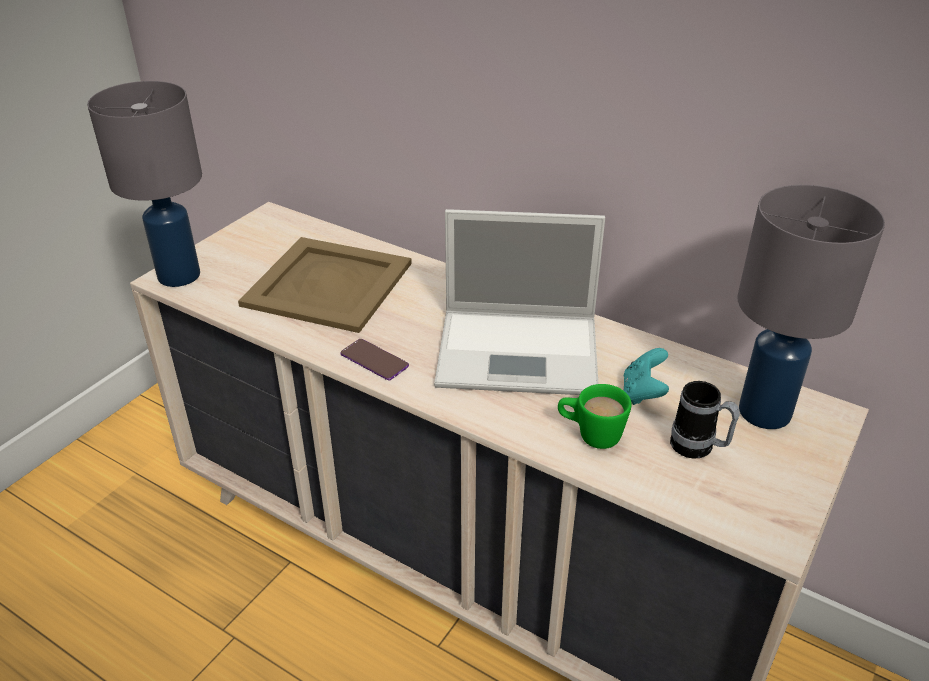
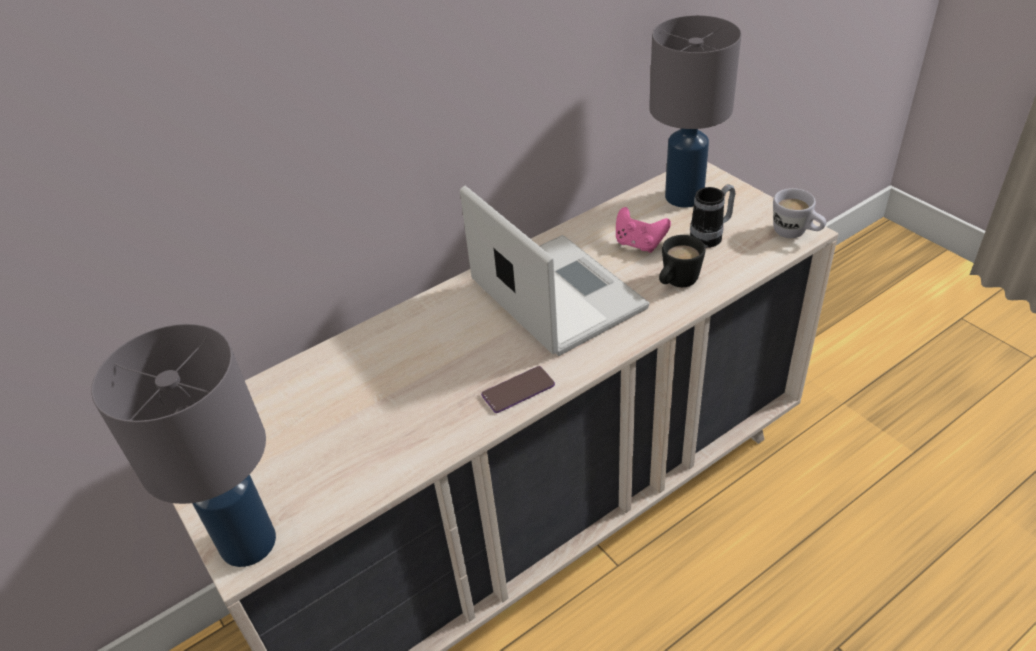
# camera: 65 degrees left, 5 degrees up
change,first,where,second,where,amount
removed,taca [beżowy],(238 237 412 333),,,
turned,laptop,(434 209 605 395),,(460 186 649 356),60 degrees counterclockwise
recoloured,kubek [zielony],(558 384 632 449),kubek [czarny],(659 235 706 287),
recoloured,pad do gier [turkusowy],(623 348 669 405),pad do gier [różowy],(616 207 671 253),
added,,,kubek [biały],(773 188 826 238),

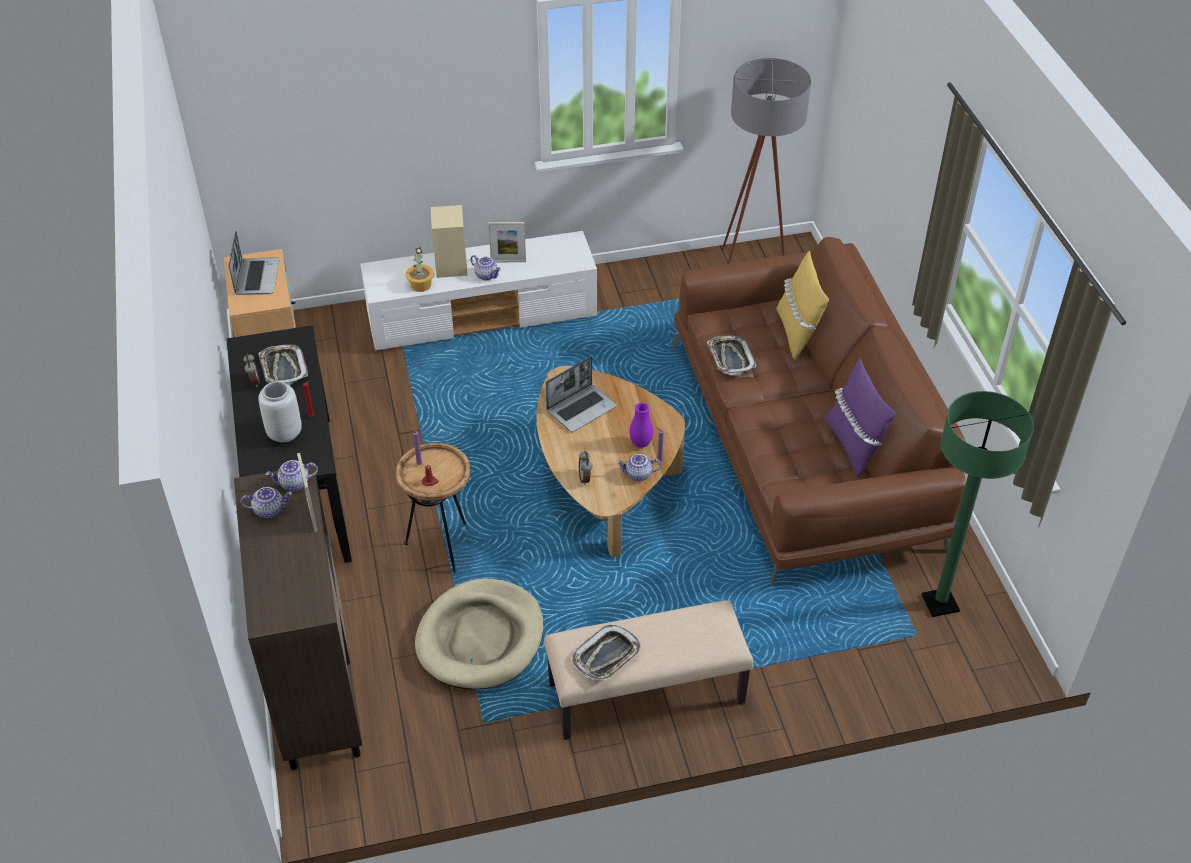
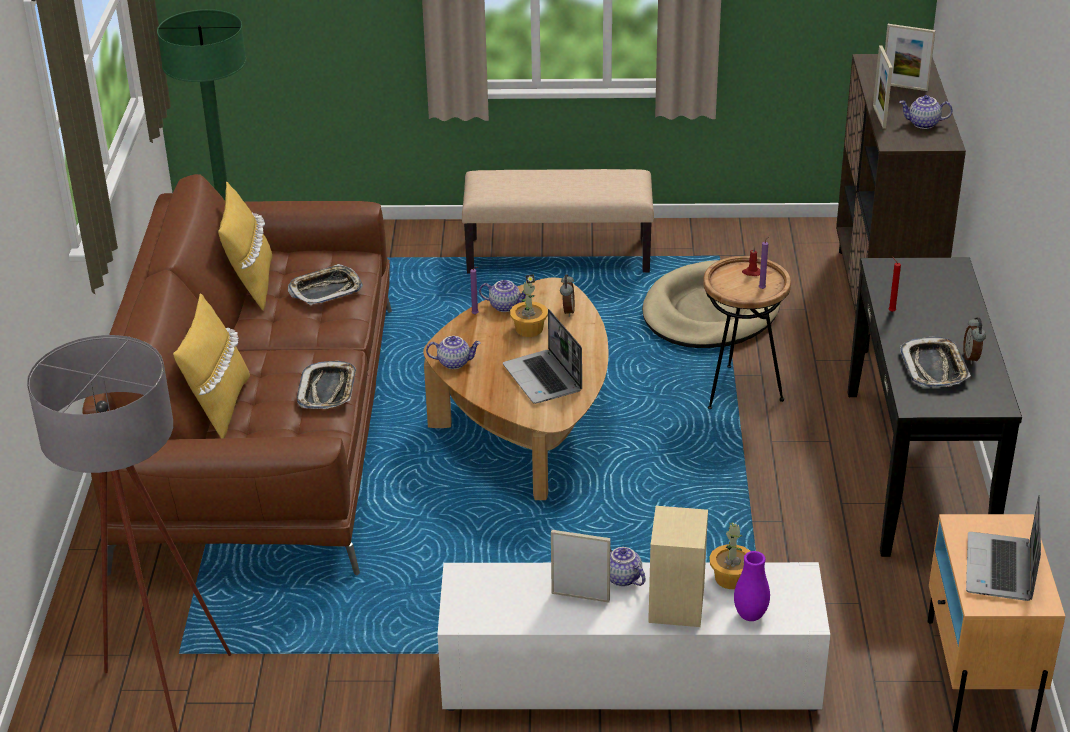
# camera: 165 degrees left, 10 degrees down
change,first,where,second,where,amount
removed,wazon [szary],(258 381 302 443),,,
moved,imbryk,(266 460 318 491),,(426 336 481 369),
turned,laptop,(546 356 617 432),,(503 309 582 404),90 degrees counterclockwise
moved,taca,(572 624 641 680),,(288 264 363 306),
moved,wazon [fioletowy],(629 402 653 448),,(734 551 770 621),
recoloured,poduszka [fioletowy],(824 358 896 478),poduszka [żółty],(218 182 272 311),
added,,,roślina doniczkowa,(510 275 548 337),
added,,,ramka na zdjęcie,(885 24 936 91),

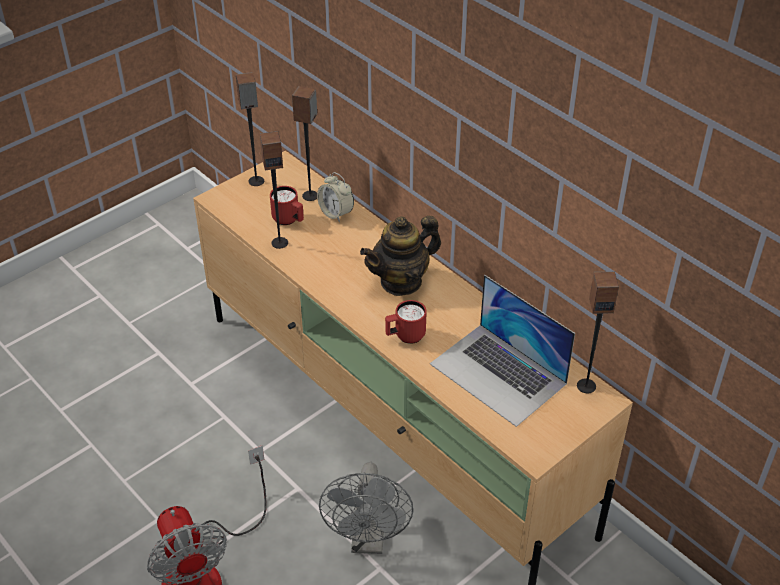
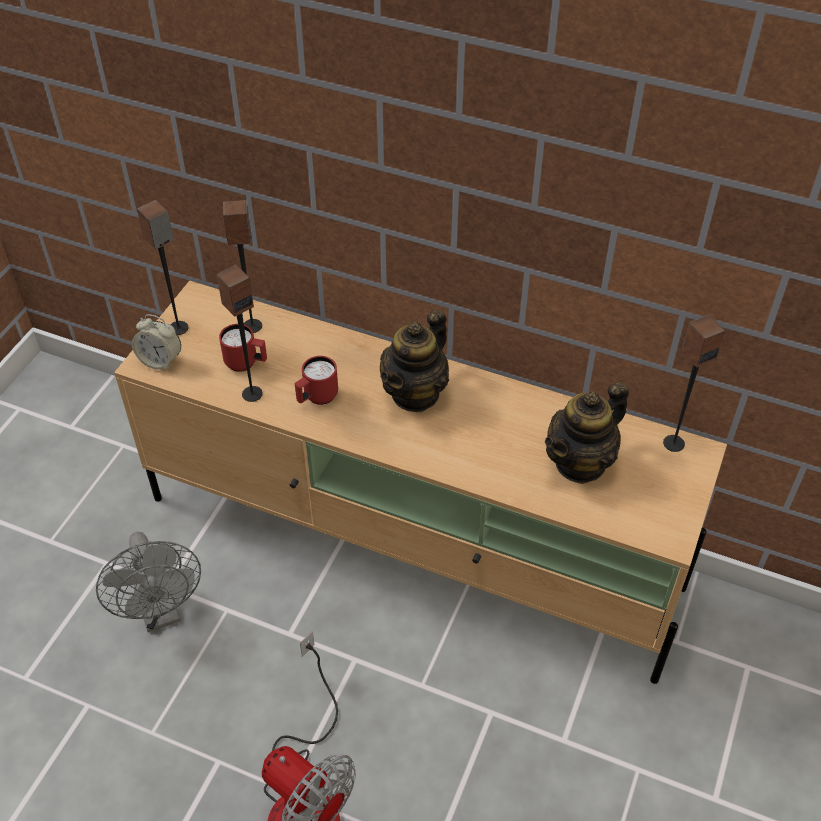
# camera: 25 degrees left, 5 degrees up
change,first,where,second,where,amount
moved,budzik,(317 172 354 222),,(132 315 181 371),
moved,wentylator [szary],(319 462 414 554),,(96 532 201 632),
moved,kubek [czerwony],(385 300 427 344),,(295 356 338 405),
replaced,laptop,(430 275 575 427),imbryk,(545 382 629 484),

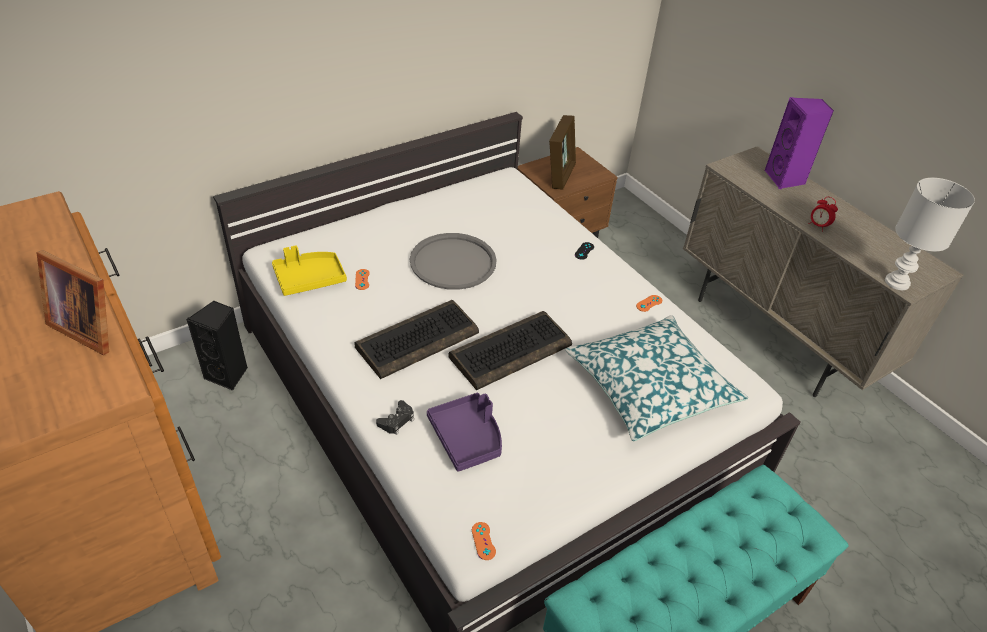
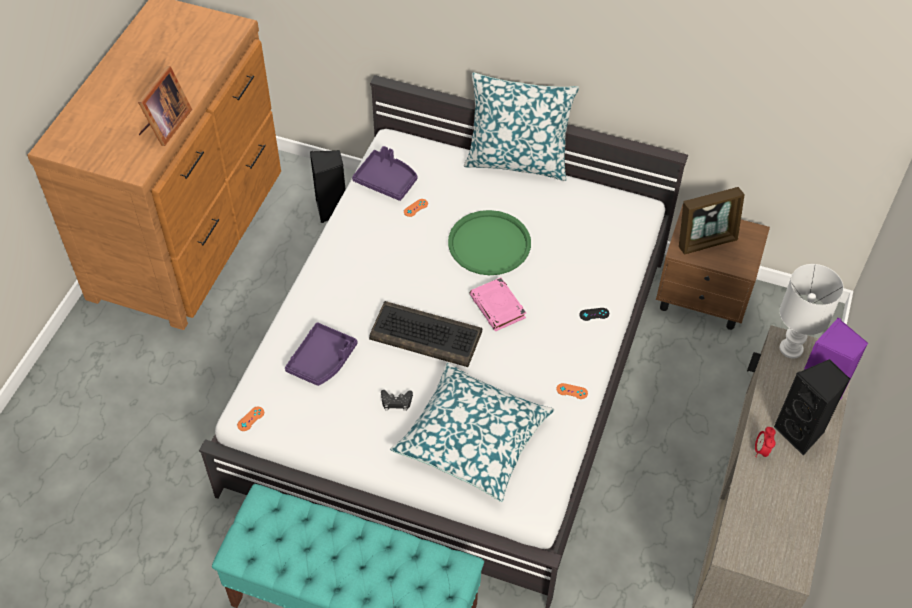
# camera: 55 degrees right, 10 degrees up
change,first,where,second,where,amount
turned,ramka na zdjęcie,(36 250 109 355),,(138 66 192 146),150 degrees counterclockwise
recoloured,taca [żółty],(272 245 347 296),taca [fioletowy],(352 146 417 201),
removed,klawiatura,(354 300 479 379),,,
moved,pad do gier [czarny],(376 400 414 435),,(381 390 413 411),
recoloured,taca [szary],(410 233 497 290),taca [zielony],(448 210 531 275),
moved,lampa stołowa [biały],(885 178 975 290),,(780 264 844 359),
added,,,poduszka,(464 73 579 181),
added,,,książka [różowy],(469 278 526 331),
added,,,głośnik [czarny],(774 359 850 455),

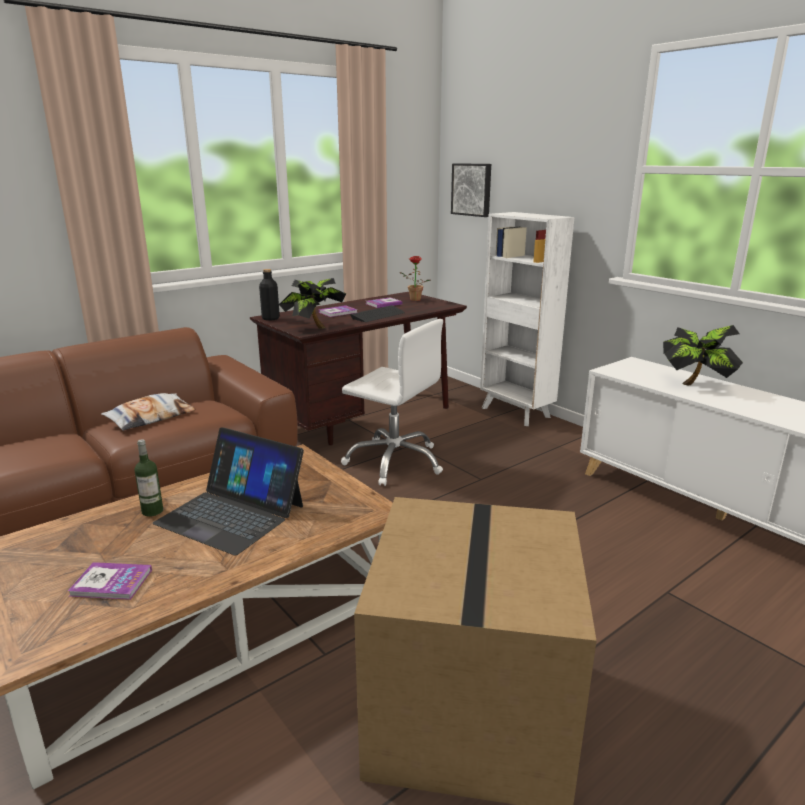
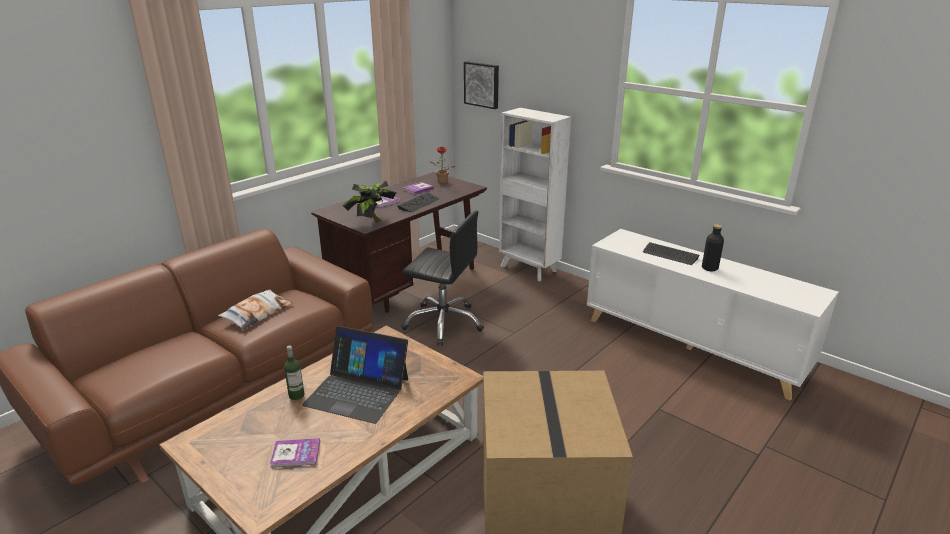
# camera: 10 degrees left, 5 degrees up
change,first,where,second,where,amount
moved,butelka [czarny],(259 269 280 321),,(702 225 724 272),
recoloured,krzesło biurowe [biały],(341 319 443 486),krzesło biurowe [czarny],(401 211 484 346),
replaced,roślina doniczkowa,(663 325 743 386),klawiatura,(643 242 699 265),

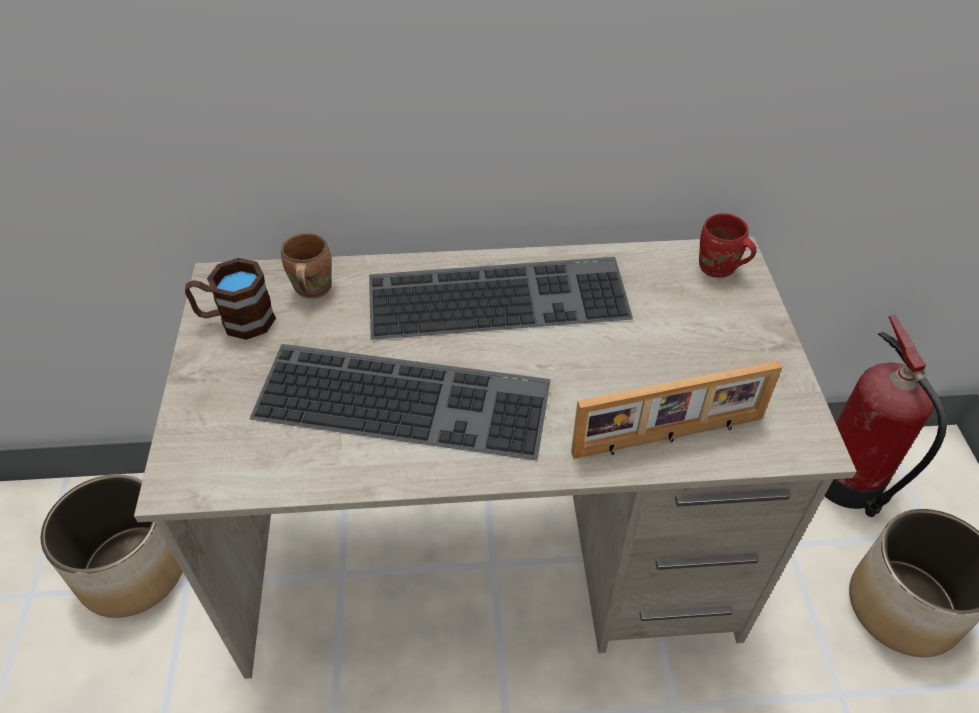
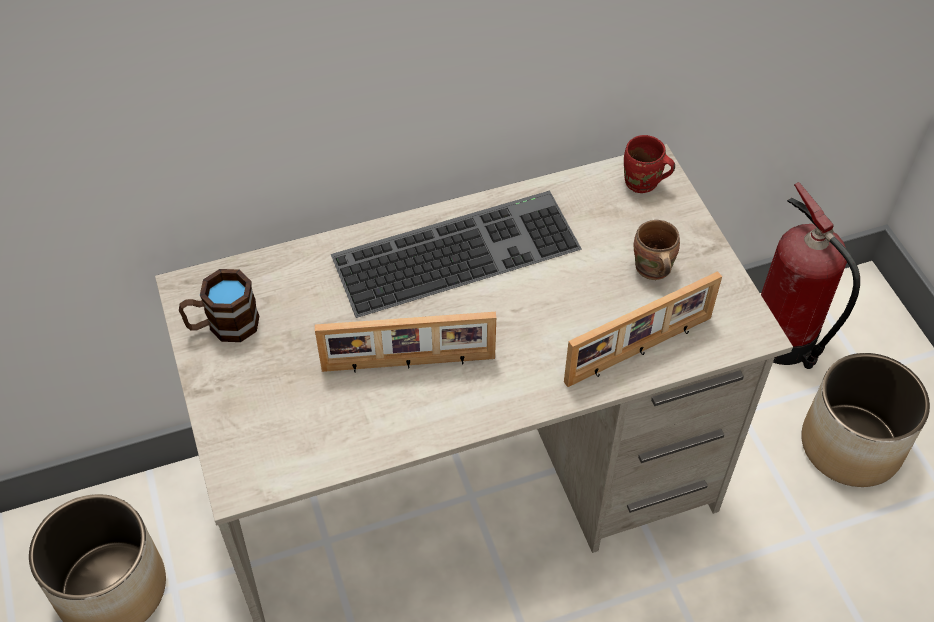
# camera: 15 degrees left, 5 degrees up
change,first,where,second,where,amount
replaced,klawiatura,(249 344 550 460),ramka na zdjęcie,(315 312 496 372),
moved,kubek [brązowy],(281 233 332 299),,(634 220 680 280),

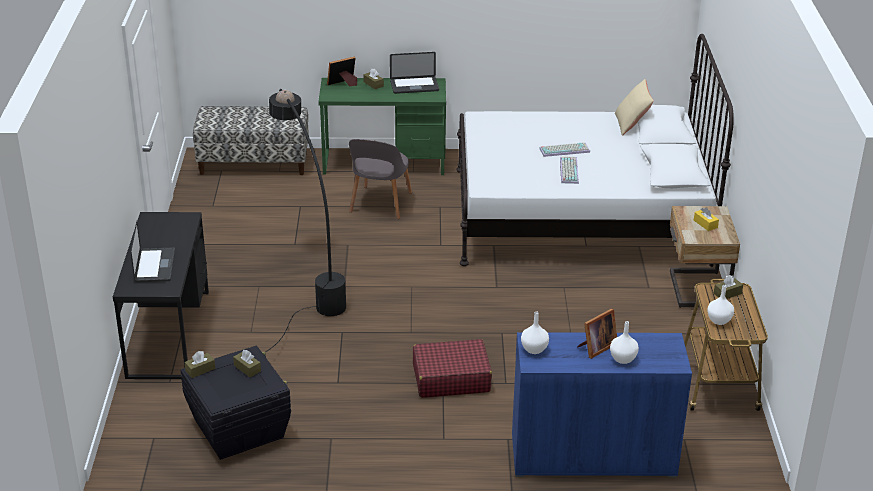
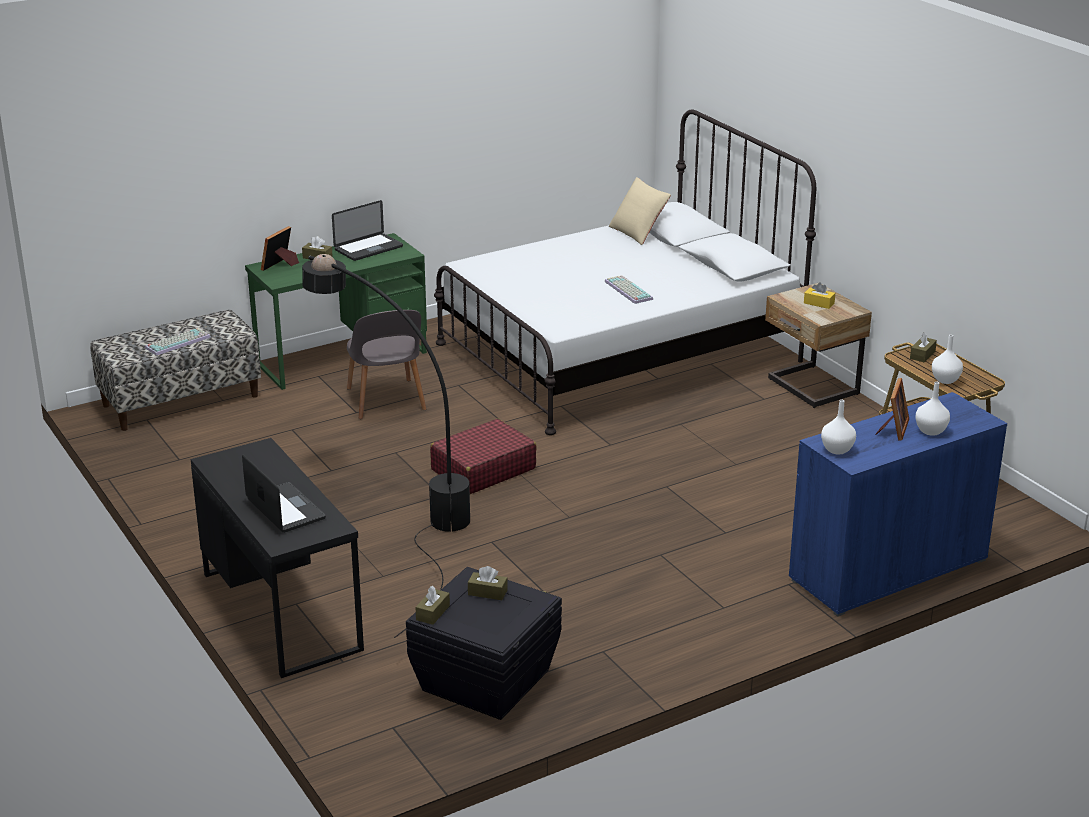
# camera: 30 degrees left, 5 degrees down
change,first,where,second,where,amount
moved,walizka [czerwony],(413 339 492 398),,(430 419 537 494),
moved,klawiatura,(539 142 590 157),,(145 328 211 356),

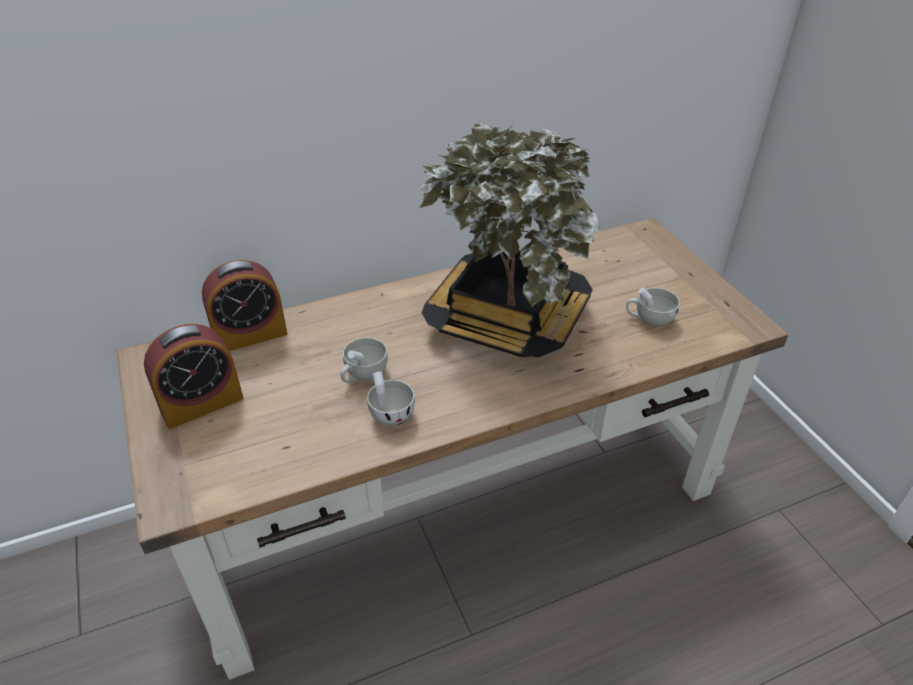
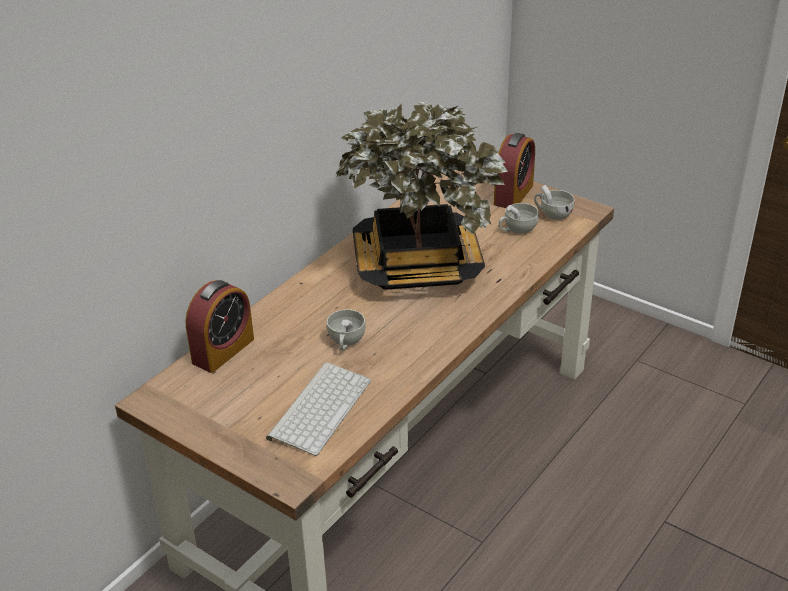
# camera: 30 degrees left, 5 degrees down
change,first,where,second,where,amount
moved,budzik,(144 324 243 429),,(494 133 535 208),
moved,filiżanka [biały],(367 371 415 426),,(534 185 574 220),
added,,,klawiatura,(266 362 371 456),

